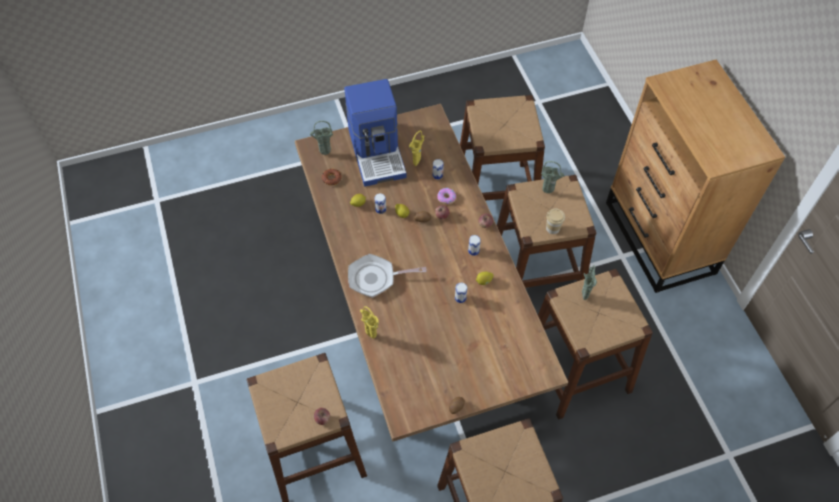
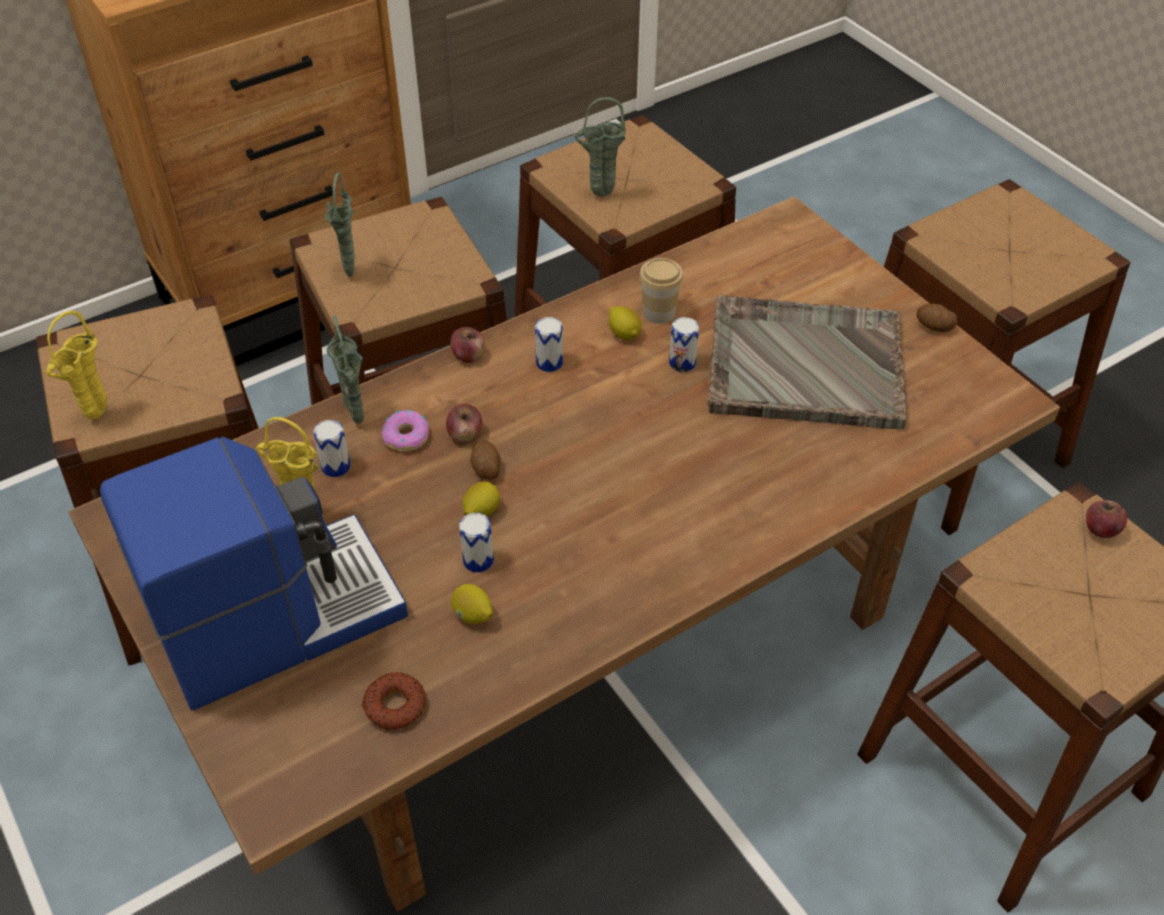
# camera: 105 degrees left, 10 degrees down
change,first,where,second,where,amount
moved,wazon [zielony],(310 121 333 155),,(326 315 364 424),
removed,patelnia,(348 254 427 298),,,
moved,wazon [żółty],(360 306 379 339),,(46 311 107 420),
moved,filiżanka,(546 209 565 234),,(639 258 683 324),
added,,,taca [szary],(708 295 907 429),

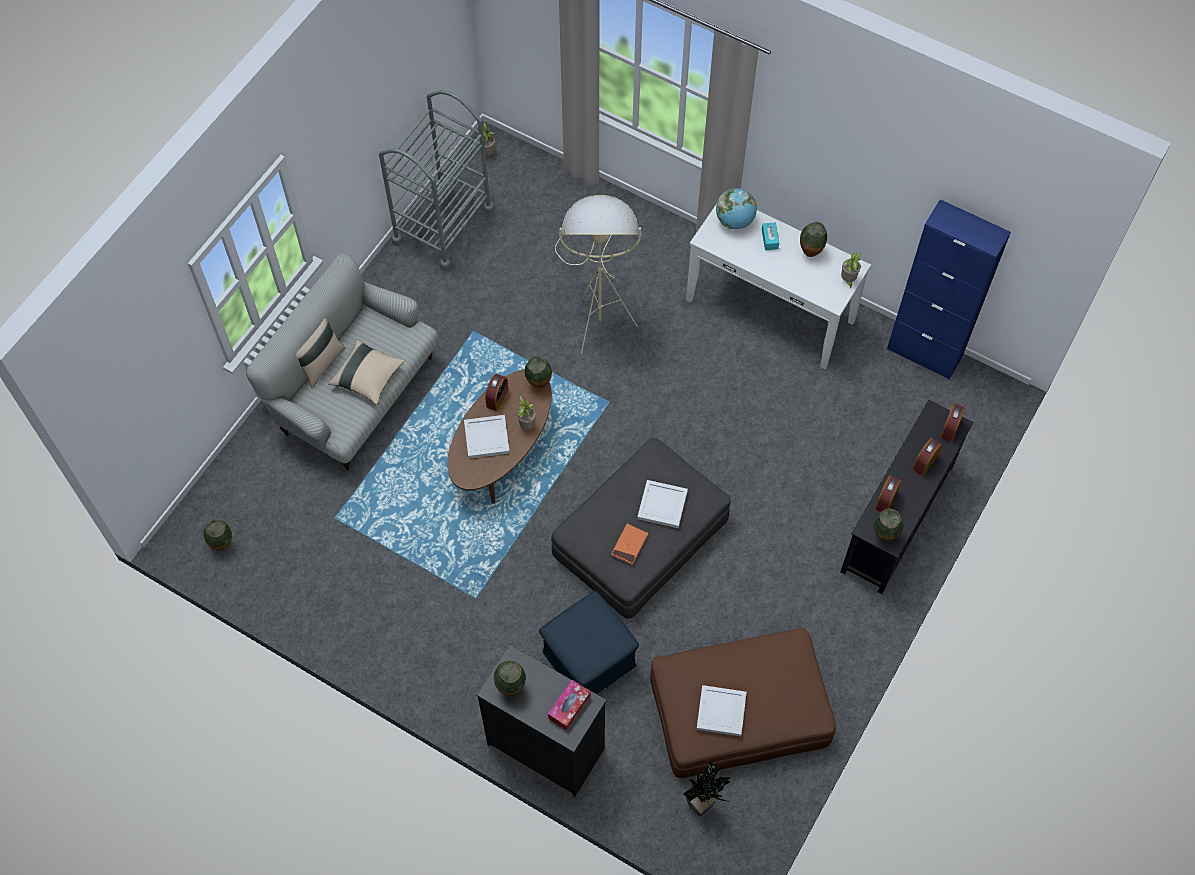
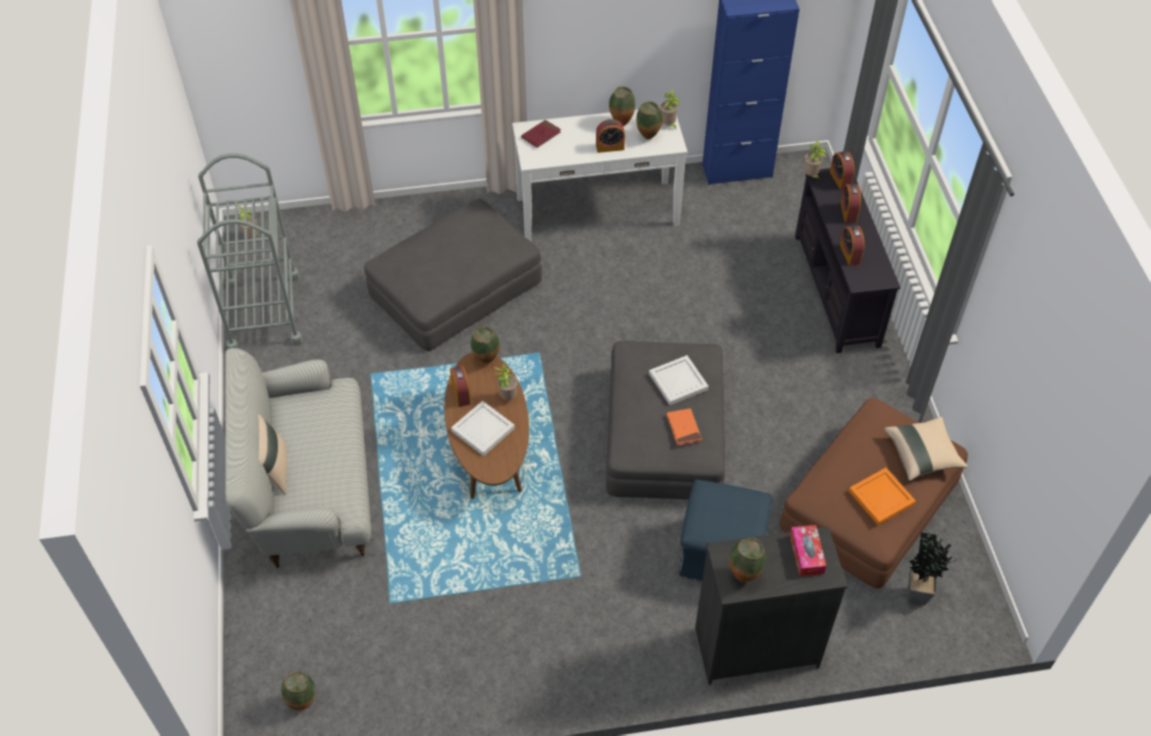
# camera: 40 degrees left, 10 degrees down
change,first,where,second,where,amount
moved,poduszka [beżowy],(328 339 404 405),,(884 417 968 481),
replaced,lampa stojąca [beżowy],(555 195 642 354),pufa [szary],(364 199 542 351),
recoloured,taca [biały],(696 685 747 736),taca [pomarańczowy],(849 468 916 525),
replaced,globus,(716 188 757 229),książka [czerwony],(521 120 561 148),
removed,pudełko chusteczek [turkusowy],(762 222 779 250),,,
moved,wazon,(874 508 904 541),,(636 101 663 139),
added,,,budzik,(596 119 625 153),
added,,,roślina doniczkowa,(804 141 826 180),

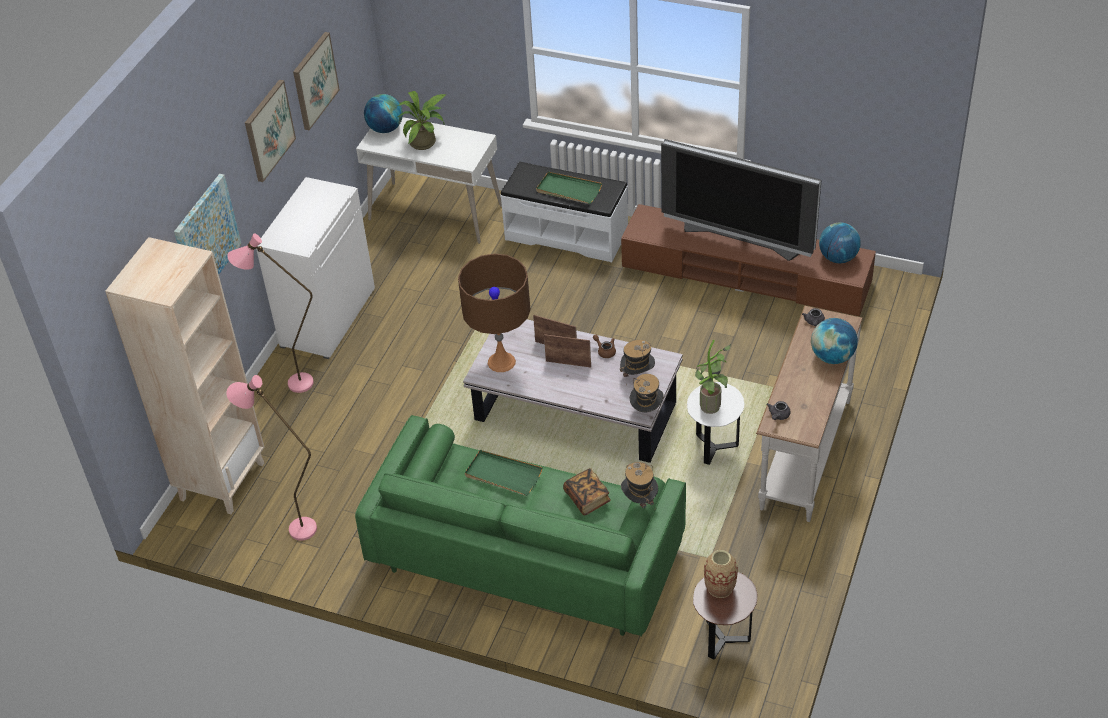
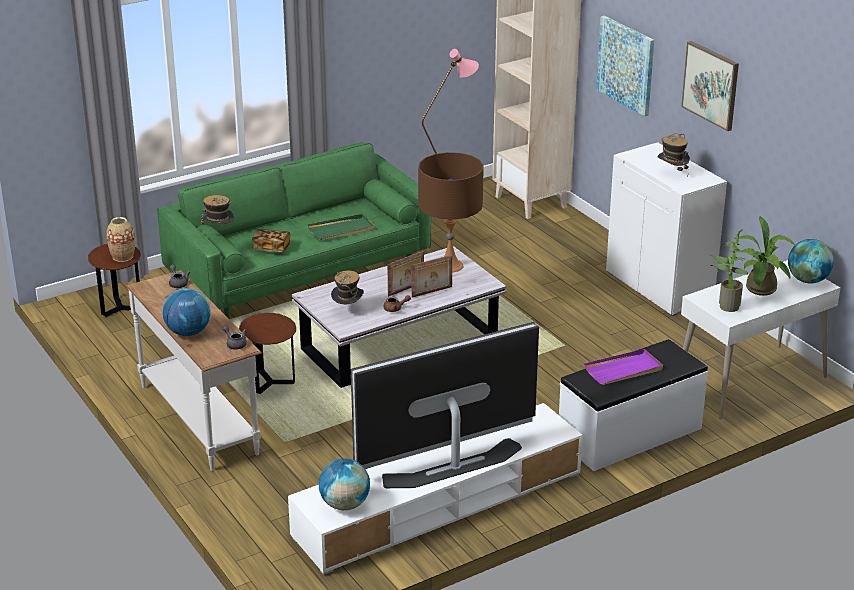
# camera: 125 degrees right, 15 degrees down
change,first,where,second,where,amount
removed,lampa stojąca [różowy],(227 233 314 393),,,
removed,obraz,(293 32 340 130),,,
recoloured,taca [zielony],(536 171 602 204),taca [fioletowy],(584 349 663 385),
recoloured,szafka pod telewizor [brązowy],(621 204 876 316),szafka pod telewizor [biały],(288 403 583 575),
moved,kapelusz,(630 374 664 412),,(657 133 690 178),
recoloured,stolik [biały],(687 382 744 465),stolik [brązowy],(239 313 296 394),
moved,roślina doniczkowa,(695 339 731 414),,(709 229 748 312),

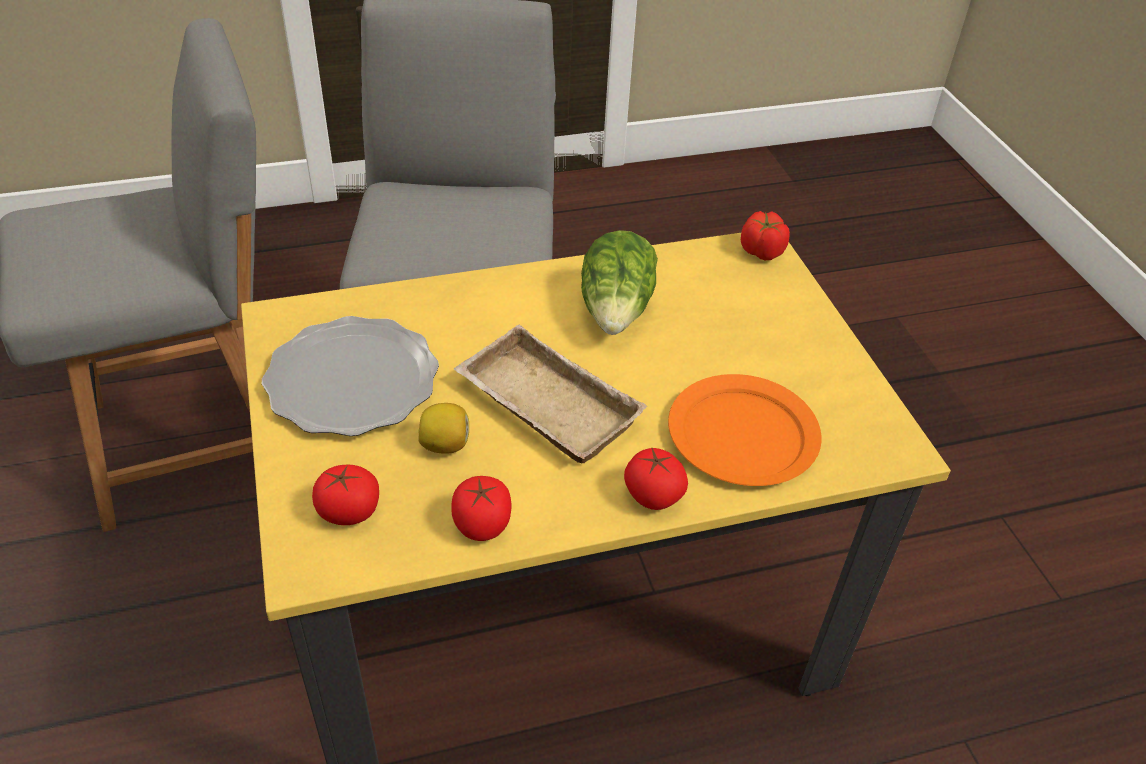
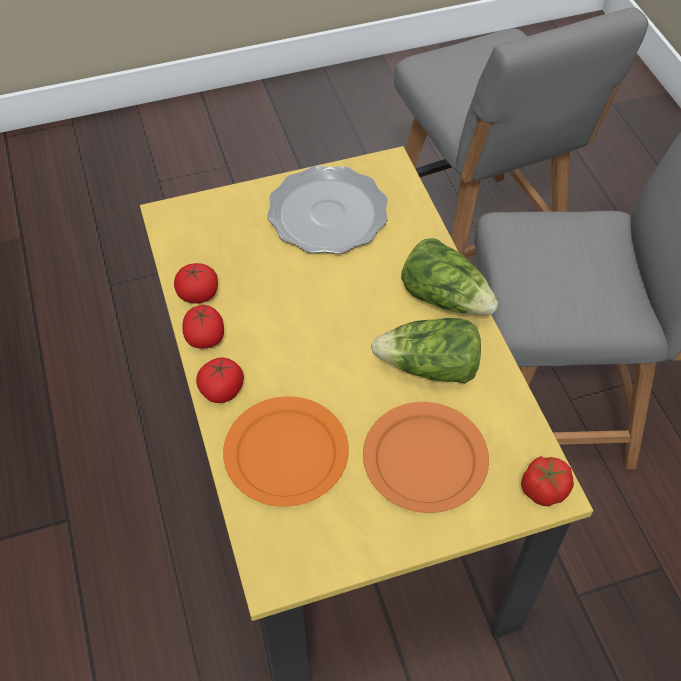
# camera: 90 degrees right, 10 degrees up
change,first,where,second,where,amount
moved,pomidor,(312 465 379 525),,(182 305 224 349),
removed,cytryna,(418 403 469 454),,,
removed,taca [beżowy],(454 325 647 464),,,
added,,,talerz [pomarańczowy],(363 402 489 513),
added,,,sałata,(401 238 499 315),

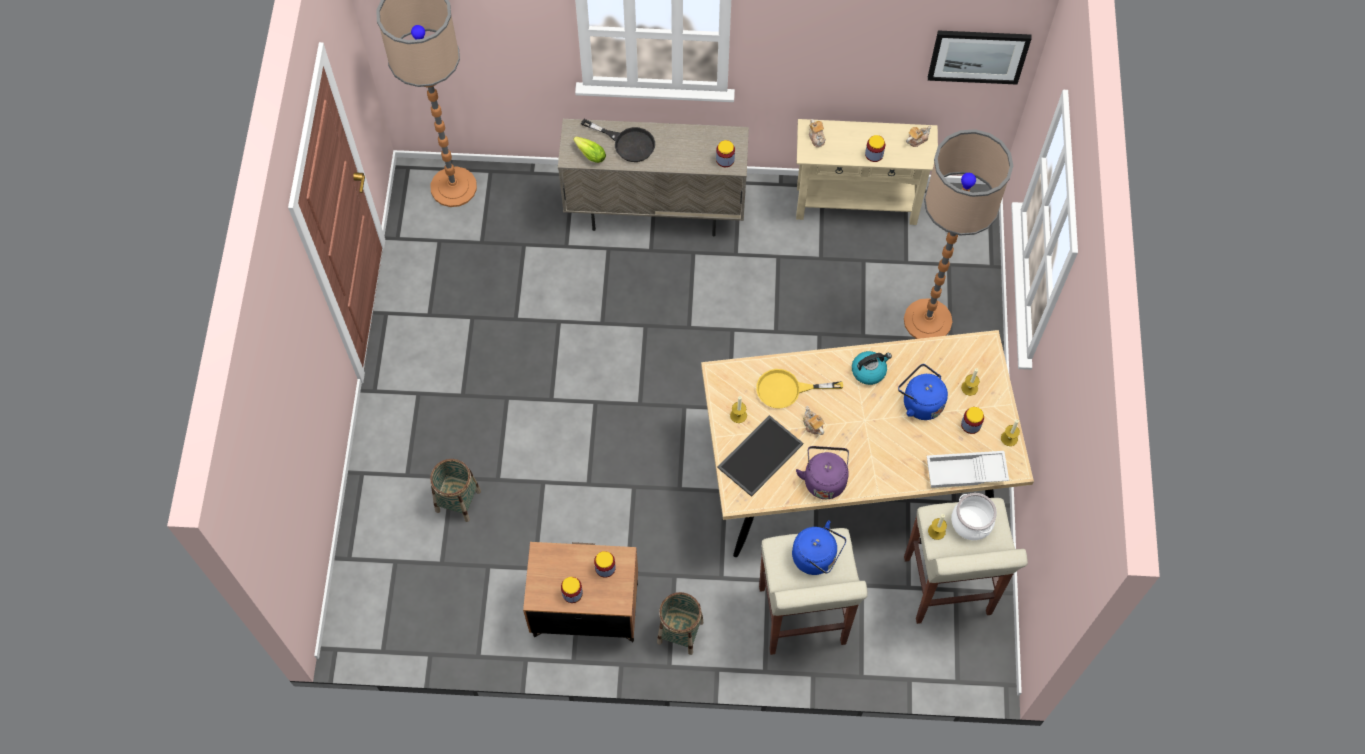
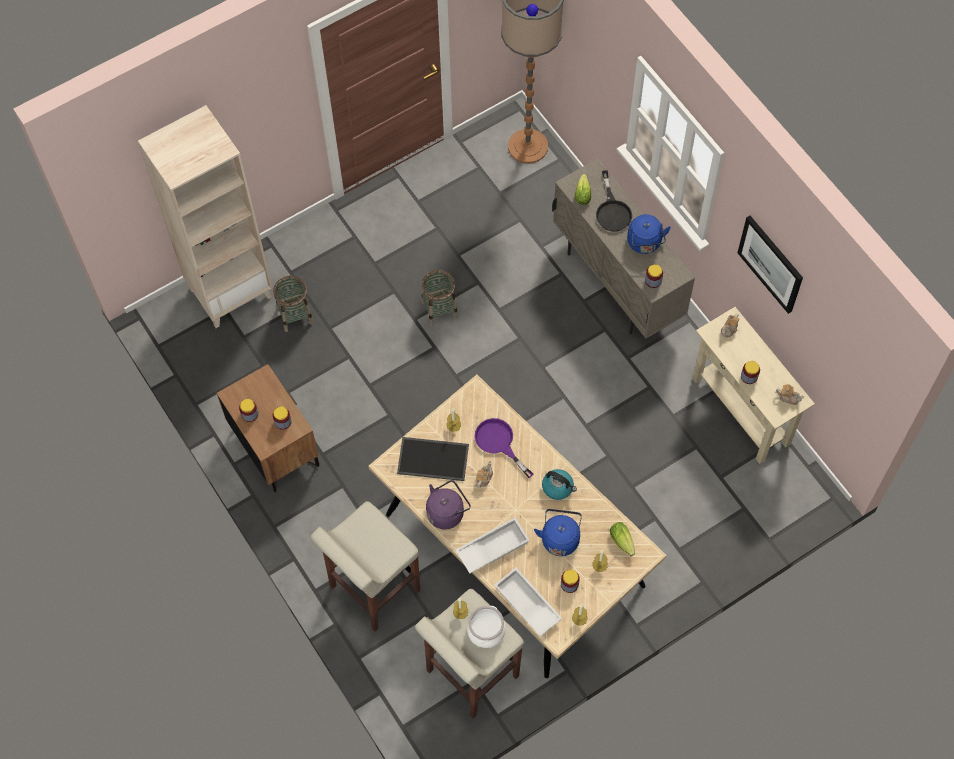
# camera: 55 degrees right, 0 degrees up
change,first,where,second,where,amount
moved,koszyk,(657 592 704 655),,(421 270 458 326),
recoloured,patelnia [żółty],(756 369 843 409),patelnia [fioletowy],(475 418 533 478),
moved,czajnik [niebieski],(792 521 846 575),,(627 214 671 254),
removed,lampa stojąca,(904 129 1013 339),,,
moved,obraz,(928 31 1032 84),,(737 216 803 314),
added,,,regał [beżowy],(138 105 272 328),
added,,,taca [biały],(456 518 530 573),
added,,,sałata,(610 522 635 557),

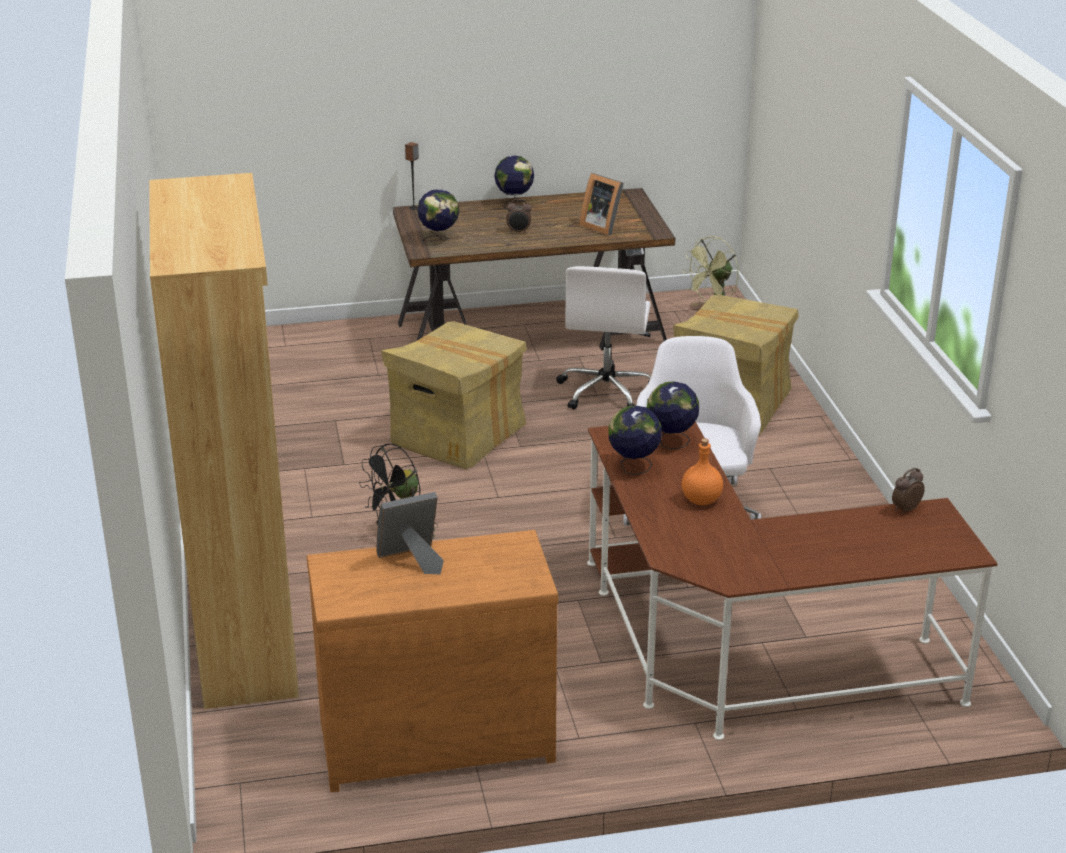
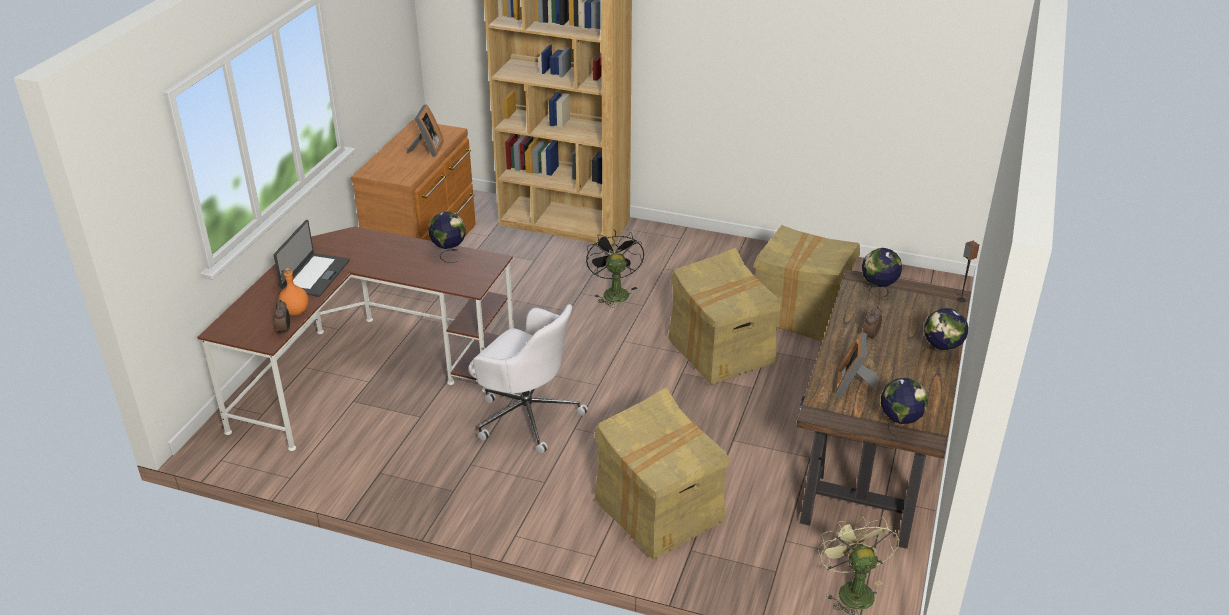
# camera: 120 degrees right, 5 degrees up
change,first,where,second,where,amount
removed,krzesło biurowe [biały],(556 266 651 409),,,
turned,ramka na zdjęcie,(579 173 624 235),,(835 332 878 399),60 degrees counterclockwise
moved,globus,(647 381 699 449),,(881 378 928 441),
moved,butelka [pomarańczowy],(682 438 723 505),,(278 268 309 316),
added,,,laptop,(274 220 350 297),
added,,,karton,(753 225 860 342),

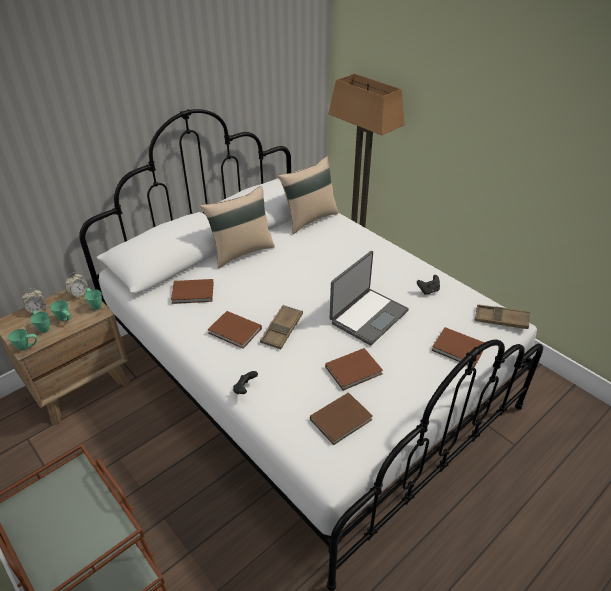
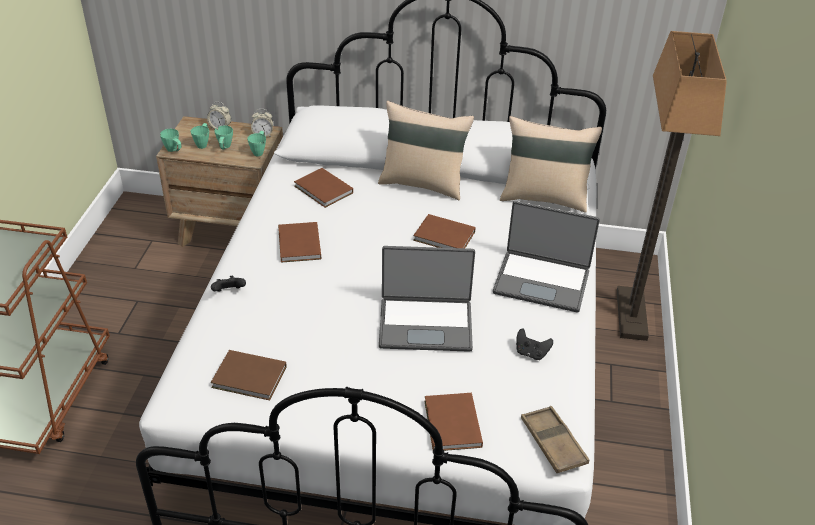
# camera: 50 degrees right, 0 degrees up
change,first,where,second,where,amount
removed,taca [brązowy],(260 305 303 350),,,
moved,książka [brązowy],(325 348 383 391),,(413 214 476 248),
added,,,laptop,(493 201 600 312),

